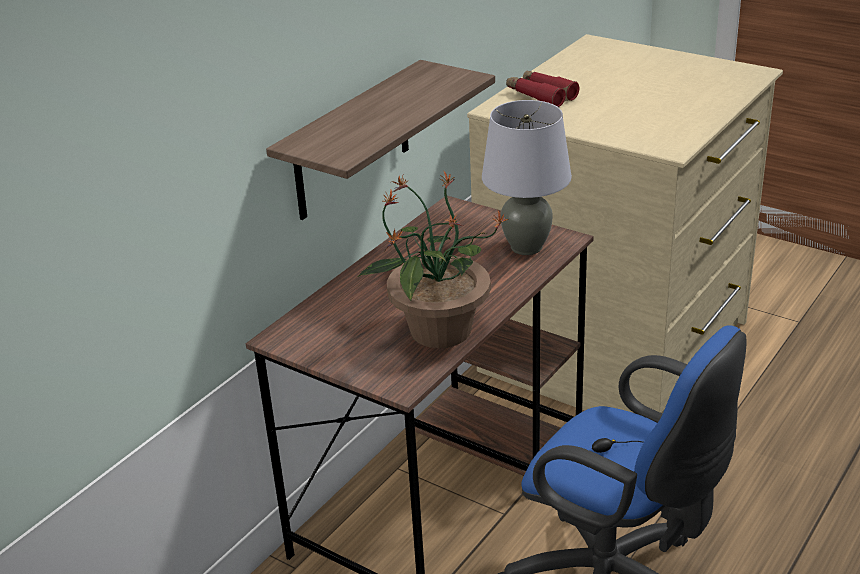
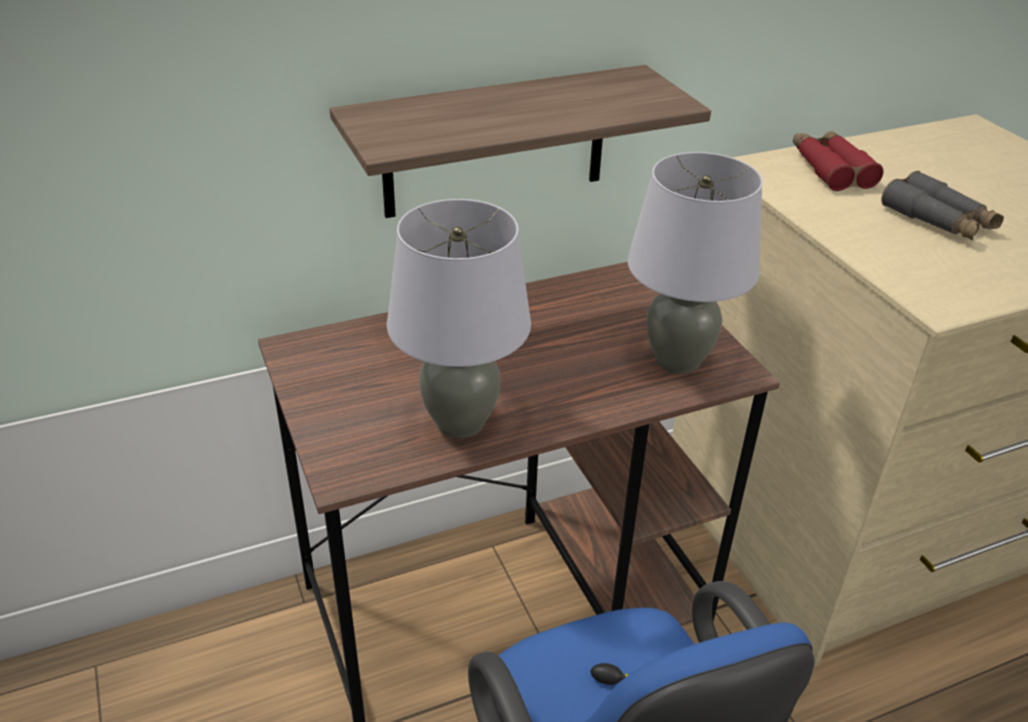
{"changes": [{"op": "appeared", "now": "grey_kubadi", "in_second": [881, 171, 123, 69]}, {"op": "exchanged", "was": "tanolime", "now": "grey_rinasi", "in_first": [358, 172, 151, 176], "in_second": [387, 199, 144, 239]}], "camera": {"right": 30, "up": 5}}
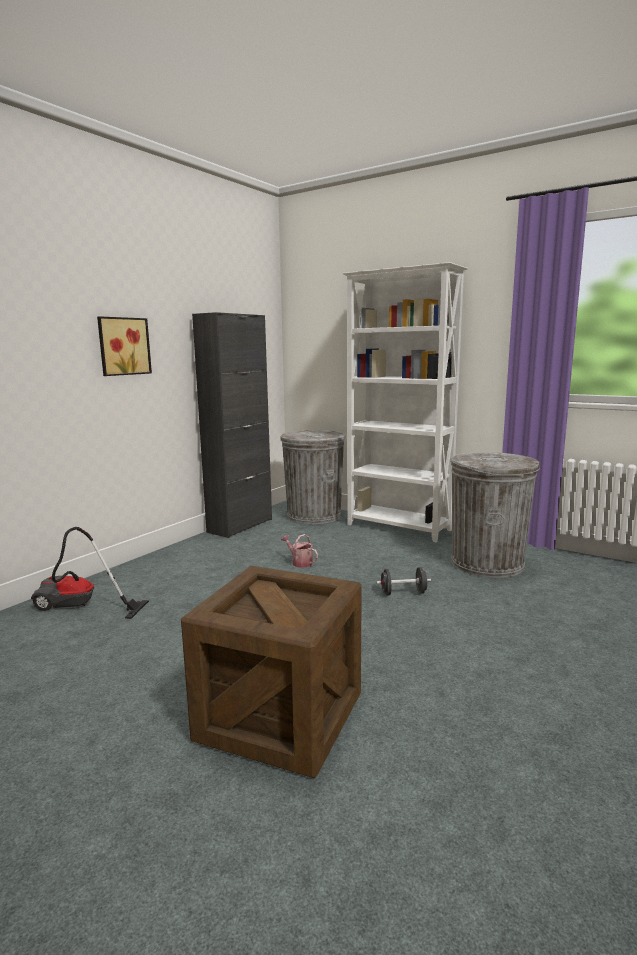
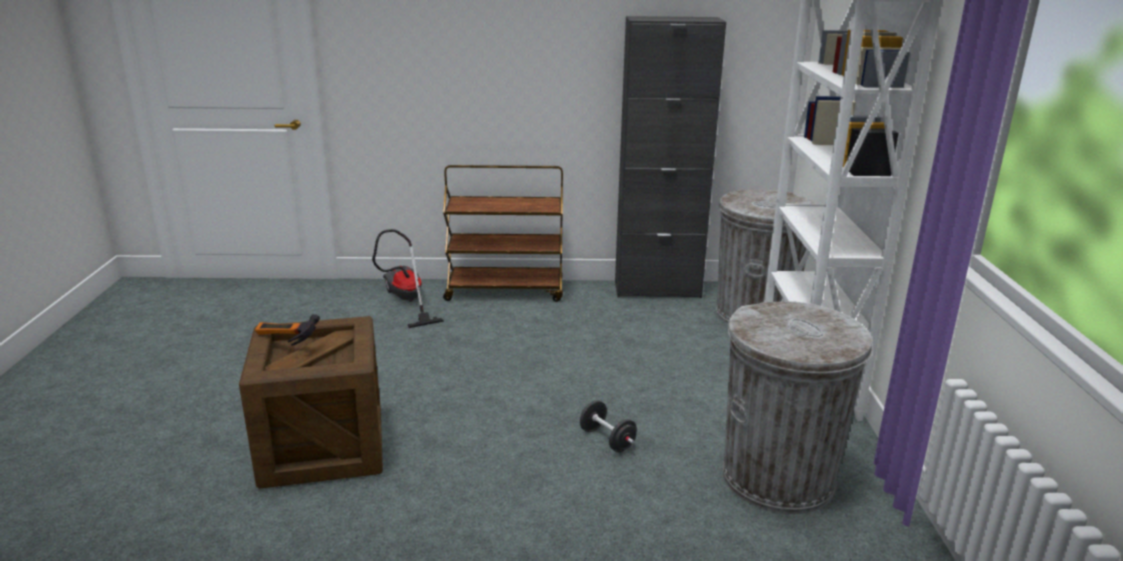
{"changes": [{"op": "missing", "was": "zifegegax", "in_first": [97, 316, 55, 60]}, {"op": "missing", "was": "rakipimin", "in_first": [281, 534, 37, 34]}, {"op": "appeared", "now": "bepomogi", "in_second": [255, 314, 65, 32]}, {"op": "appeared", "now": "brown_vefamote", "in_second": [443, 165, 120, 137]}], "camera": {"right": 55, "up": 10}}
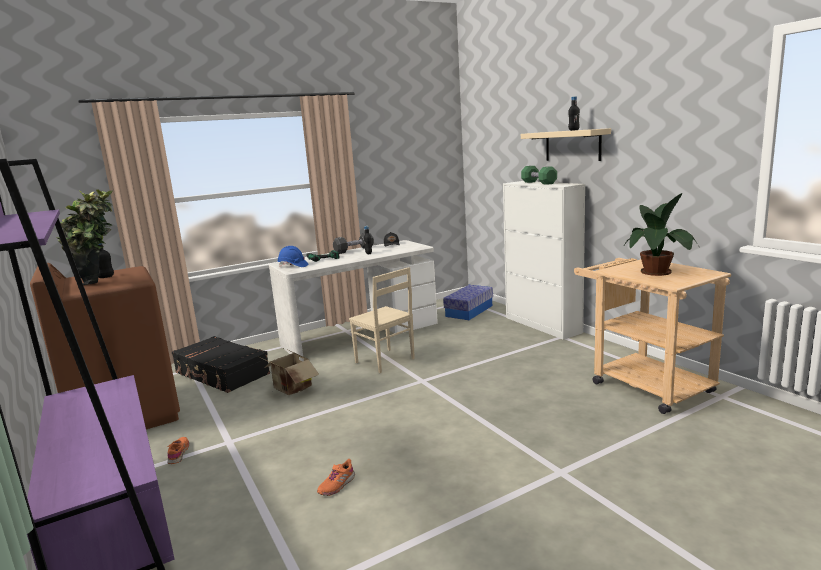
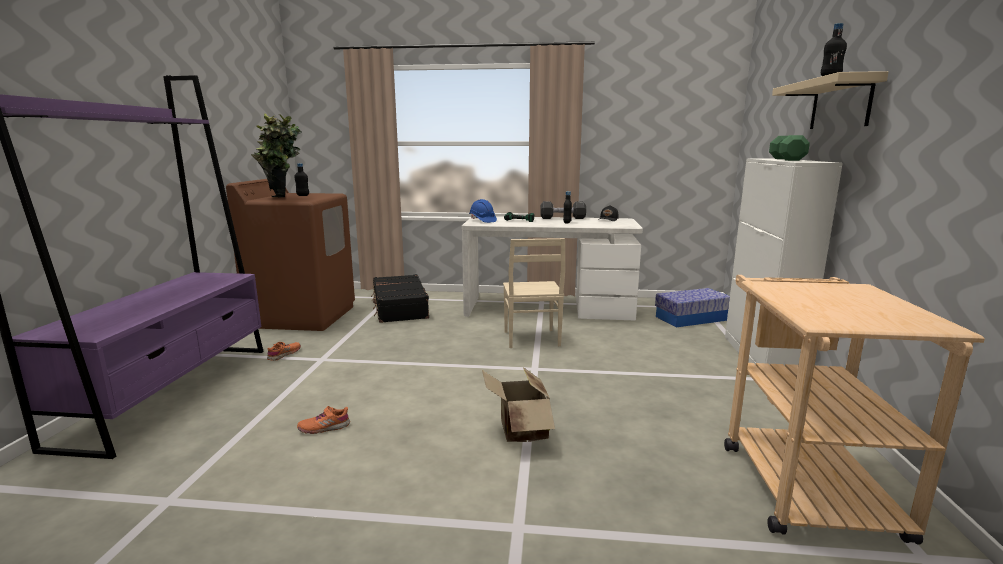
{"changes": [{"op": "missing", "was": "tanolime", "in_first": [624, 193, 76, 83]}, {"op": "relocated", "was": "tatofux", "in_first": [257, 348, 62, 47], "in_second": [482, 367, 73, 75]}], "camera": {"right": 35, "up": 0}}
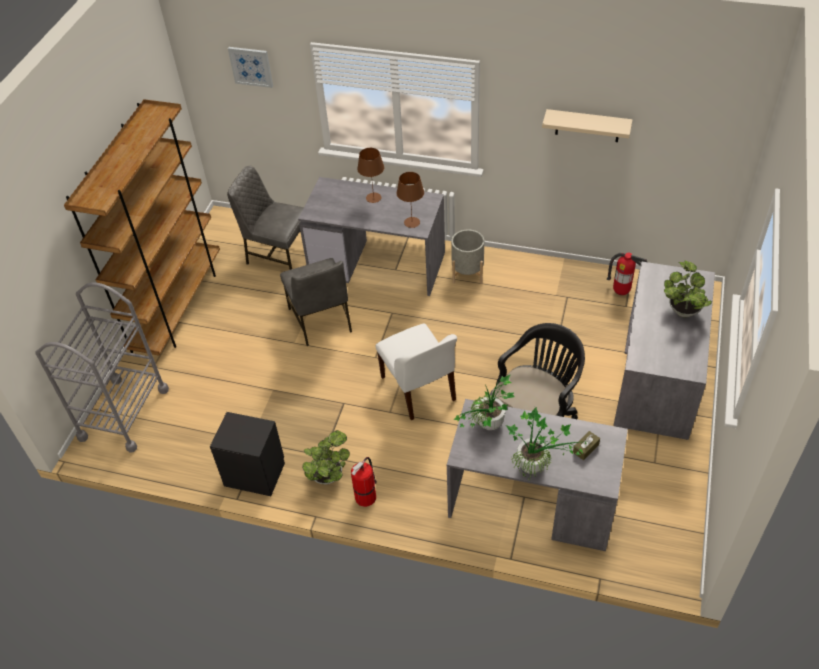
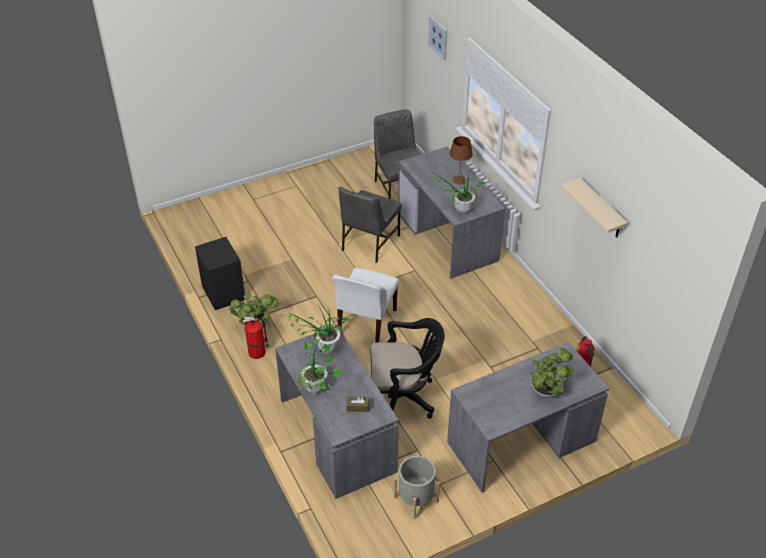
{"changes": [{"op": "missing", "was": "grey_vefamote", "in_first": [36, 282, 133, 170]}, {"op": "missing", "was": "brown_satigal", "in_first": [64, 99, 156, 257]}, {"op": "relocated", "was": "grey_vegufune", "in_first": [451, 229, 33, 55], "in_second": [394, 456, 46, 63]}, {"op": "exchanged", "was": "brown_rinasi", "now": "tanolime", "in_first": [396, 172, 28, 56], "in_second": [431, 169, 55, 44]}], "camera": {"right": 45, "up": -5}}
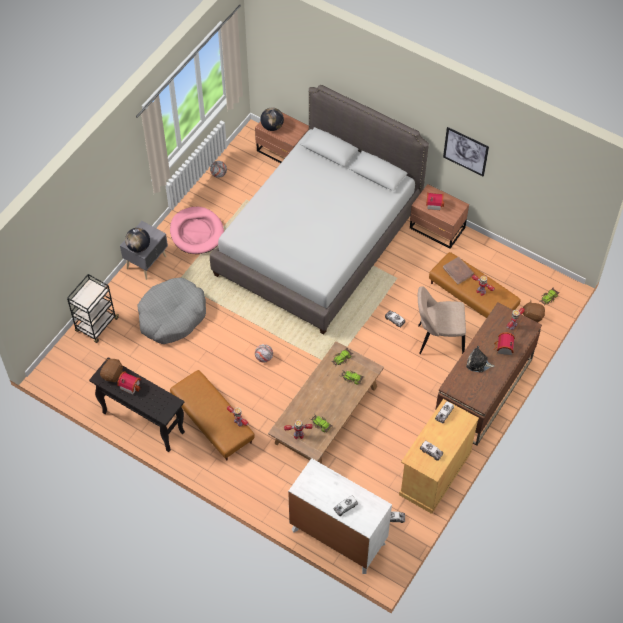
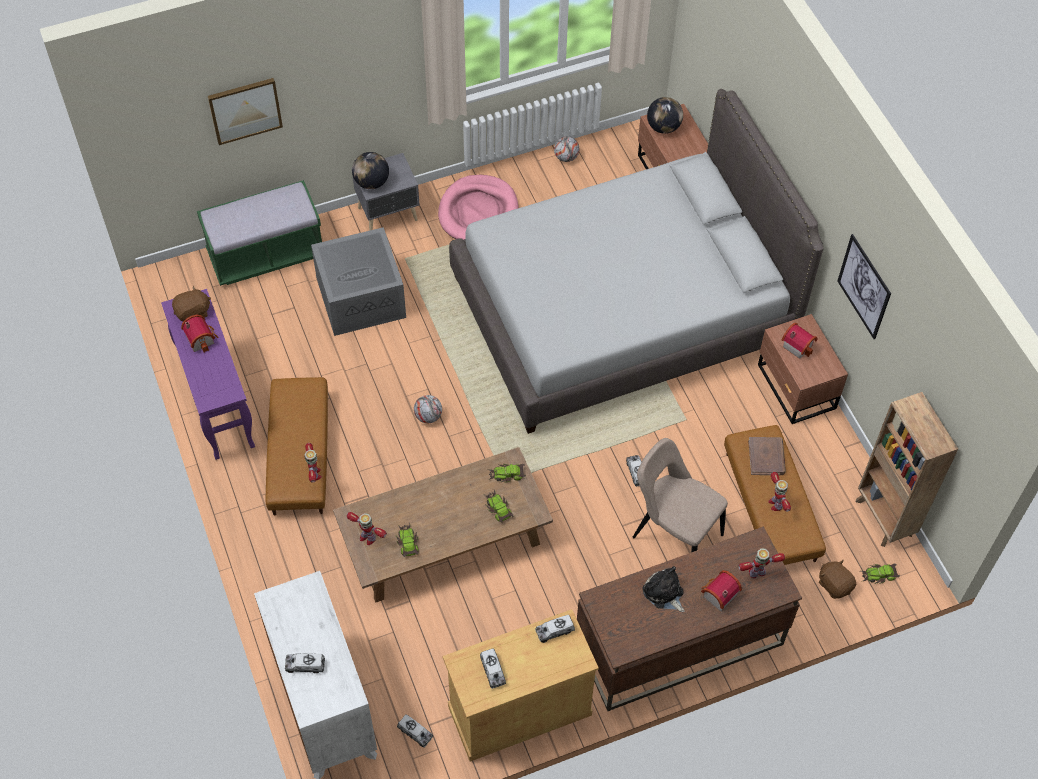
{"changes": [{"op": "appeared", "now": "zifegegax", "in_second": [208, 78, 75, 67]}, {"op": "appeared", "now": "brown_satigal", "in_second": [856, 392, 102, 155]}, {"op": "exchanged", "was": "black_vefamote", "now": "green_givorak", "in_first": [67, 274, 52, 69], "in_second": [197, 180, 125, 106]}, {"op": "exchanged", "was": "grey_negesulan", "now": "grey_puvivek", "in_first": [138, 277, 68, 67], "in_second": [311, 227, 95, 109]}, {"op": "colour", "was": "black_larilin", "now": "purple_larilin", "in_first": [89, 357, 96, 95], "in_second": [161, 289, 94, 171]}], "camera": {"right": 35, "up": 0}}
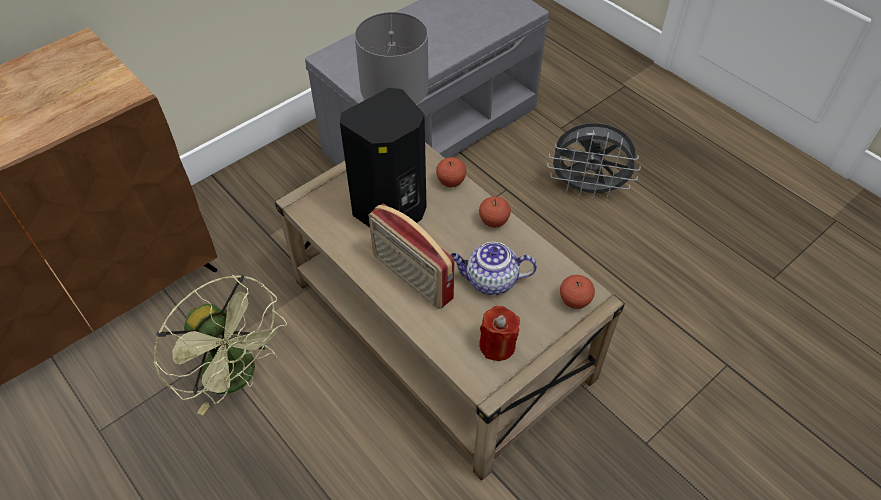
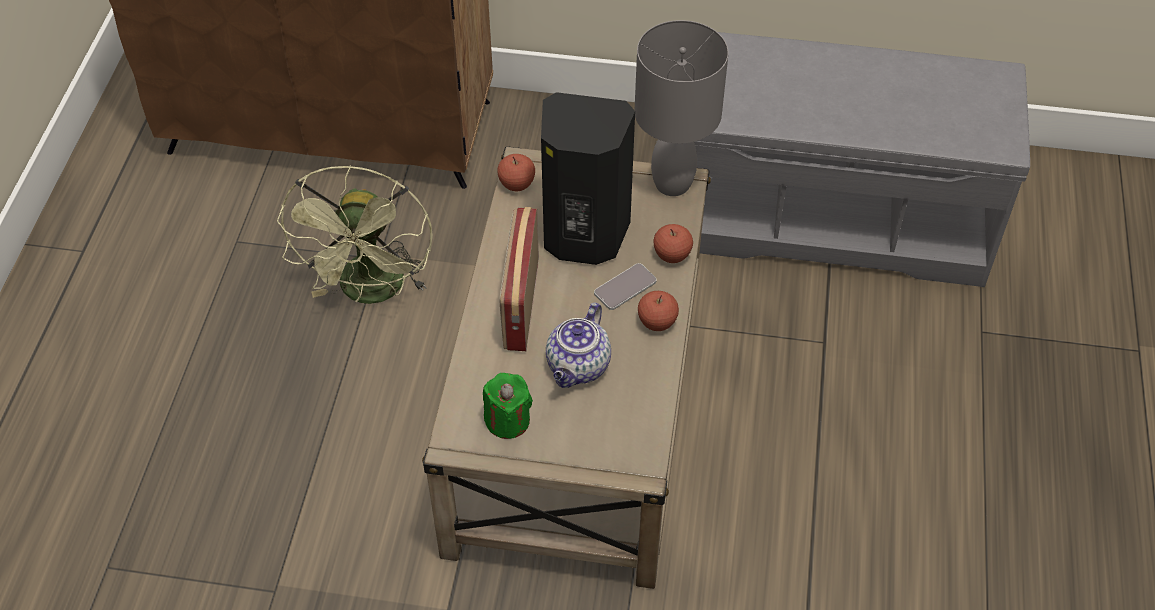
{"changes": [{"op": "missing", "was": "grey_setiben", "in_first": [547, 123, 94, 76]}, {"op": "appeared", "now": "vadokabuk", "in_second": [594, 263, 63, 47]}, {"op": "relocated", "was": "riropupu", "in_first": [560, 275, 35, 34], "in_second": [497, 154, 38, 37]}, {"op": "colour", "was": "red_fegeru", "now": "green_fegeru", "in_first": [479, 306, 41, 55], "in_second": [483, 373, 50, 66]}, {"op": "spun", "was": "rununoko", "in_first": [451, 242, 86, 53], "in_second": [546, 302, 65, 86], "clockwise": -120}], "camera": {"right": 50, "up": 0}}
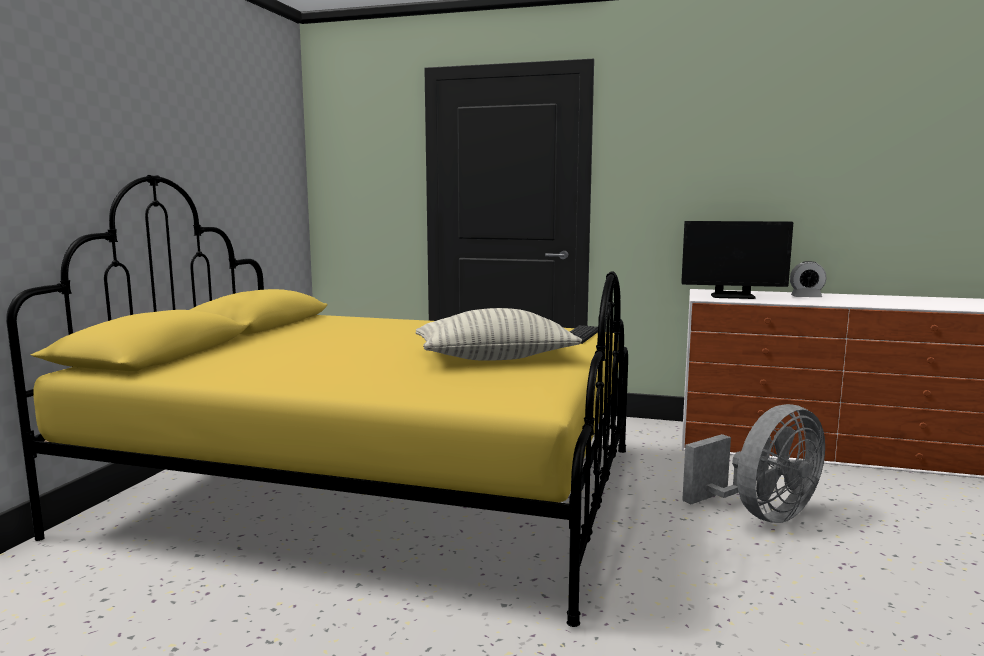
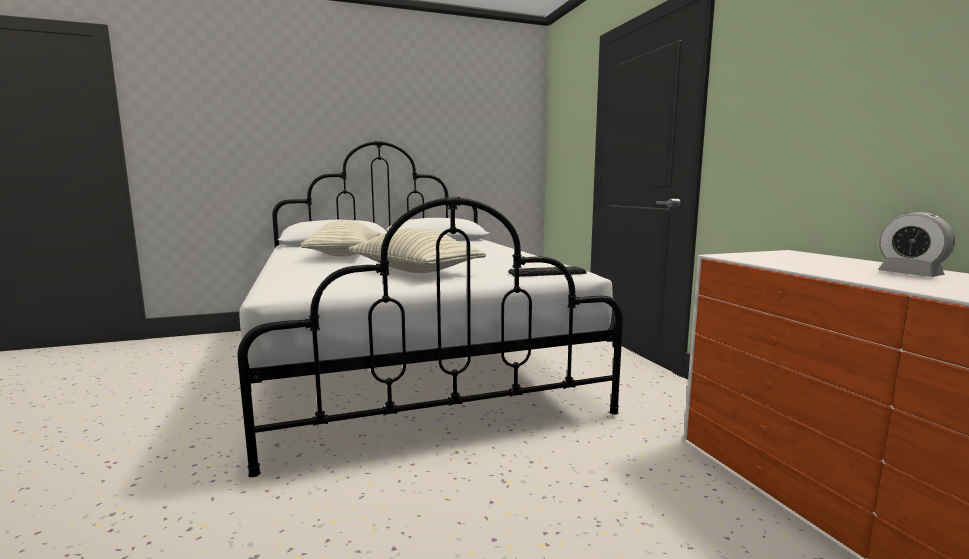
{"changes": [{"op": "missing", "was": "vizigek", "in_first": [681, 221, 112, 78]}, {"op": "missing", "was": "grey_setiben", "in_first": [682, 404, 143, 119]}, {"op": "appeared", "now": "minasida", "in_second": [300, 220, 81, 36]}, {"op": "colour", "was": "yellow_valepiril", "now": "white_valepiril", "in_first": [6, 175, 622, 452], "in_second": [237, 141, 386, 336]}], "camera": {"right": 55, "up": 0}}
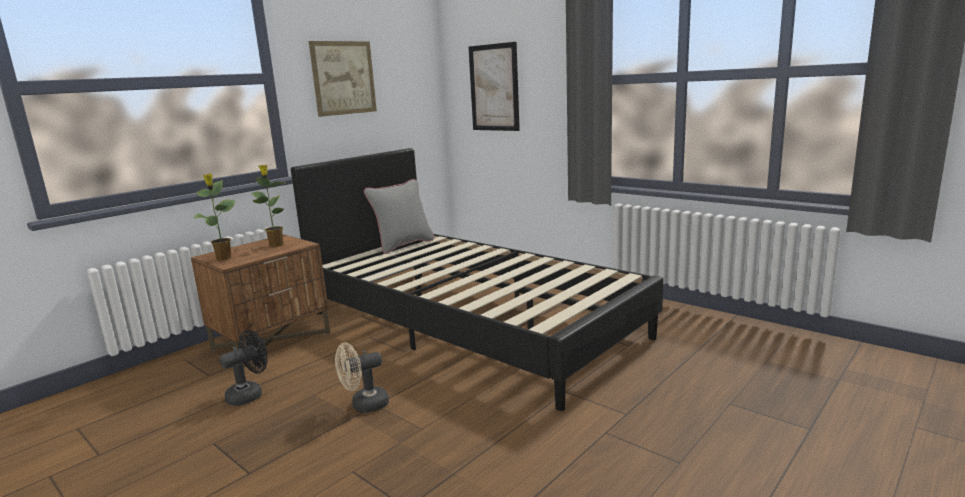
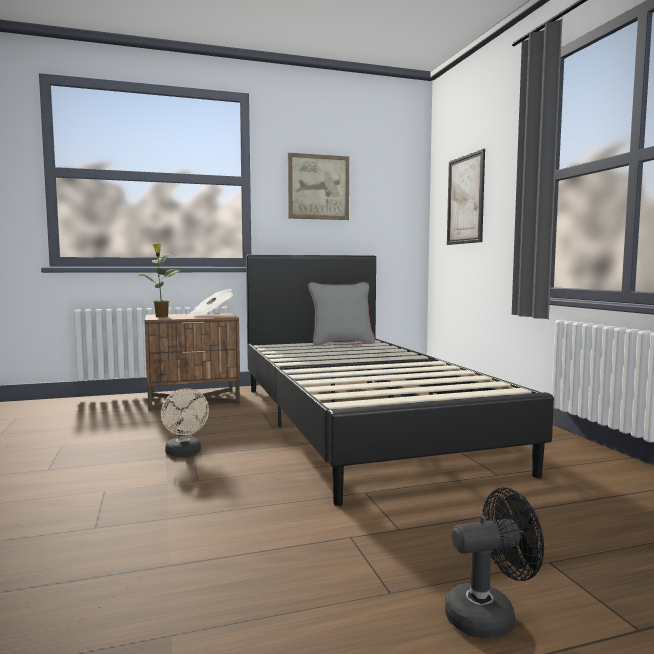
{"changes": [{"op": "relocated", "was": "black_setiben", "in_first": [220, 330, 48, 76], "in_second": [445, 487, 99, 152]}, {"op": "exchanged", "was": "tanolime", "now": "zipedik", "in_first": [252, 165, 34, 82], "in_second": [187, 289, 46, 27]}, {"op": "spun", "was": "beige_setiben", "in_first": [335, 343, 54, 70], "in_second": [161, 388, 48, 68], "clockwise": -120}], "camera": {"right": 30, "up": -10}}
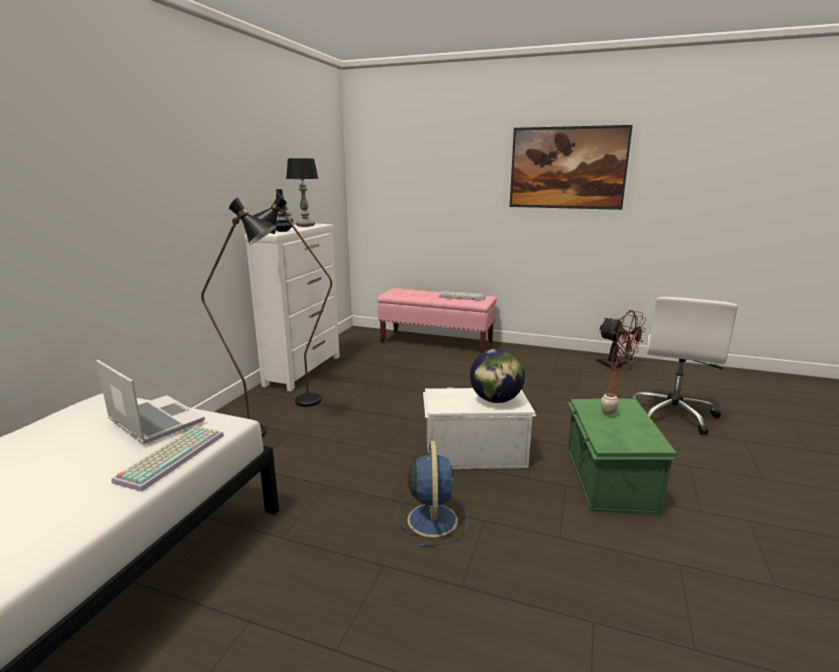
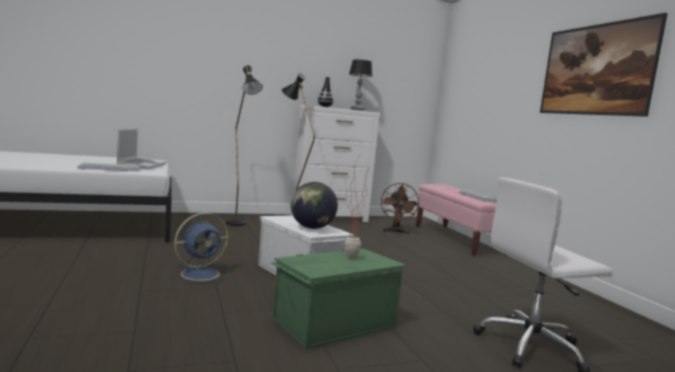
{"changes": [{"op": "relocated", "was": "brown_setiben", "in_first": [595, 310, 51, 62], "in_second": [381, 183, 38, 51]}], "camera": {"right": 50, "up": -10}}
